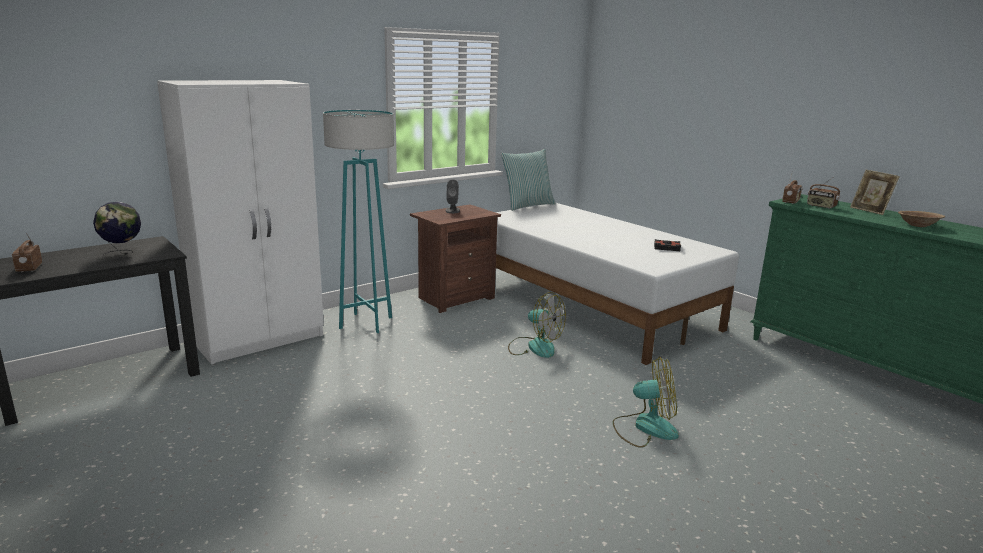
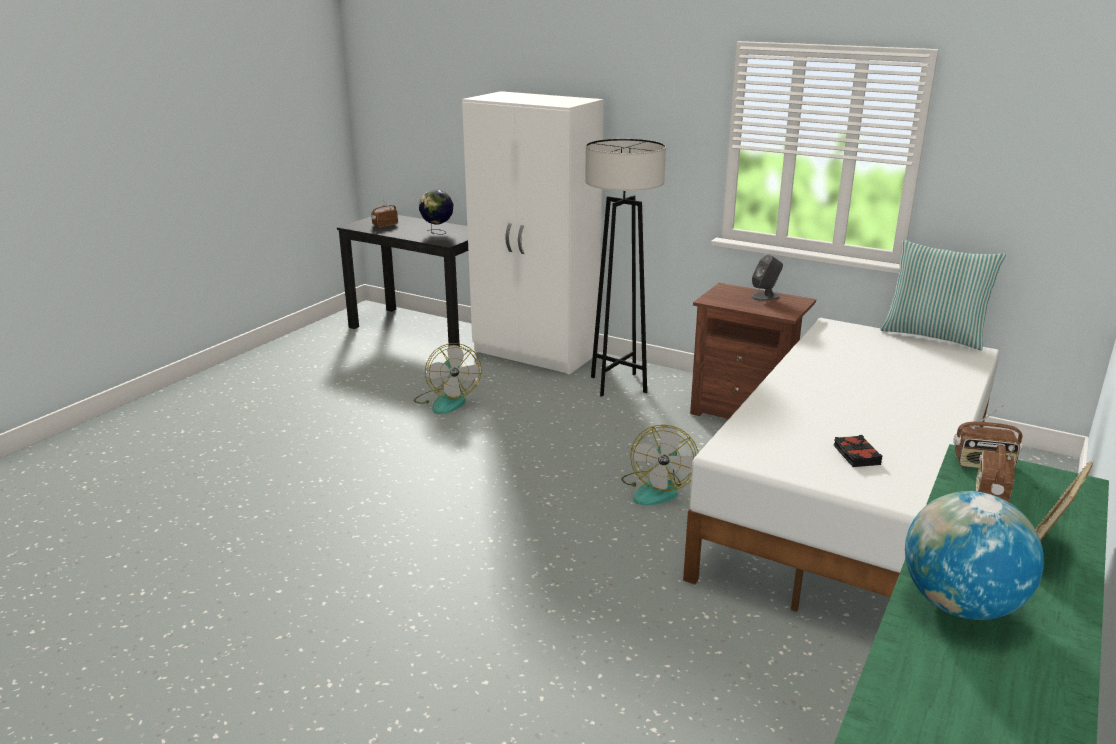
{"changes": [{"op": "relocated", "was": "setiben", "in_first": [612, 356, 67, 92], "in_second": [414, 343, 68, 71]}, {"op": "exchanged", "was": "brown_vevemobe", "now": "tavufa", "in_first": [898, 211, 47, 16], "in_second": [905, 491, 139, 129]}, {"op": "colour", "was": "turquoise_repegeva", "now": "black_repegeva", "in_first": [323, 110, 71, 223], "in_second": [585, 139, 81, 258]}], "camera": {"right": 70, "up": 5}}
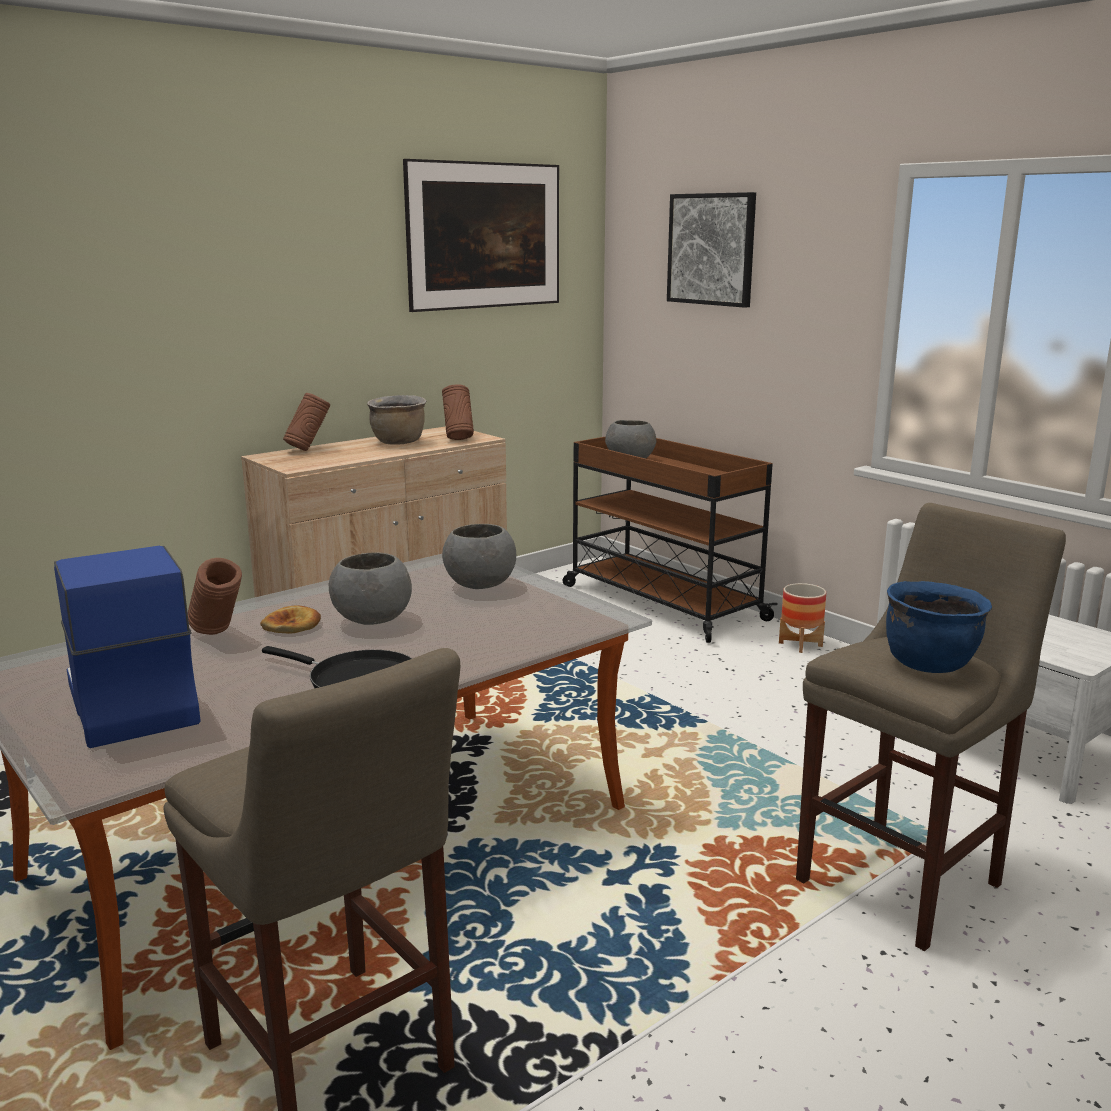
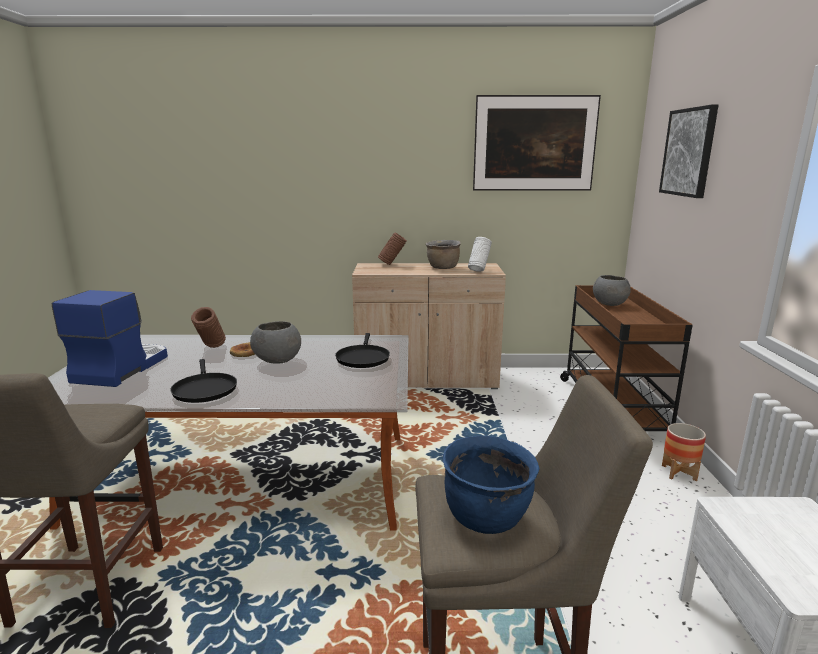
{"changes": [{"op": "exchanged", "was": "grey_vevemobe", "now": "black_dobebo", "in_first": [442, 524, 74, 65], "in_second": [335, 333, 55, 35]}, {"op": "colour", "was": "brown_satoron", "now": "white_satoron", "in_first": [442, 384, 32, 56], "in_second": [468, 237, 24, 35]}], "camera": {"right": 40, "up": 0}}
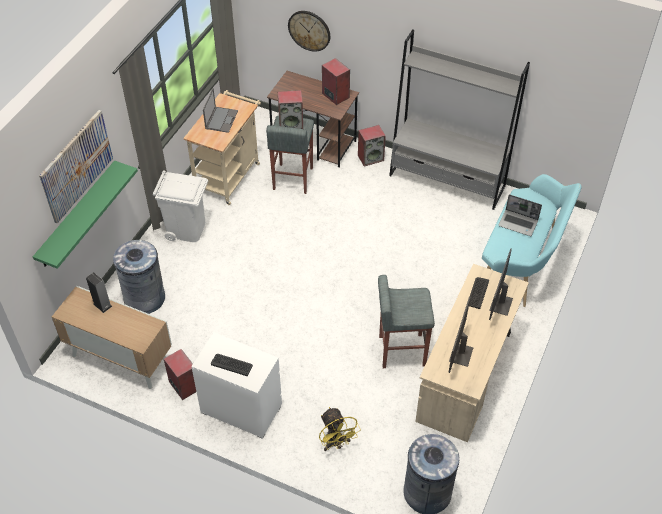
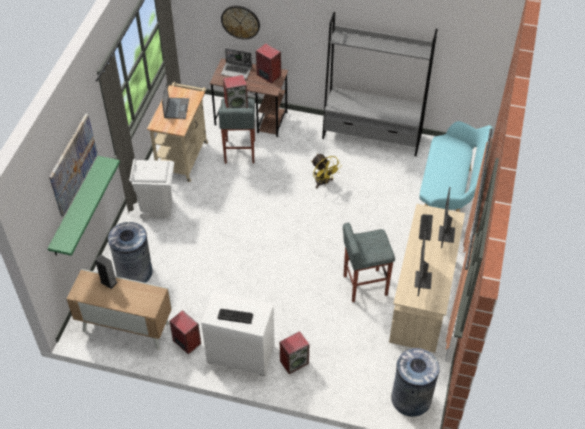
{"changes": [{"op": "relocated", "was": "yellow_setiben", "in_first": [319, 407, 42, 44], "in_second": [312, 154, 30, 35]}, {"op": "relocated", "was": "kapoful", "in_first": [358, 125, 28, 41], "in_second": [280, 331, 29, 43]}, {"op": "relocated", "was": "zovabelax", "in_first": [498, 194, 44, 42], "in_second": [221, 49, 31, 30]}], "camera": {"right": -10, "up": 0}}
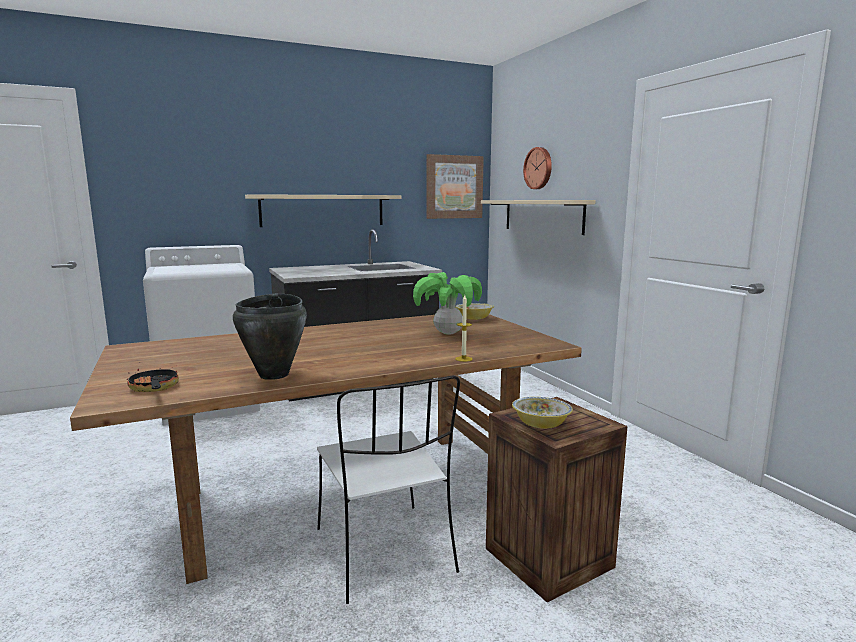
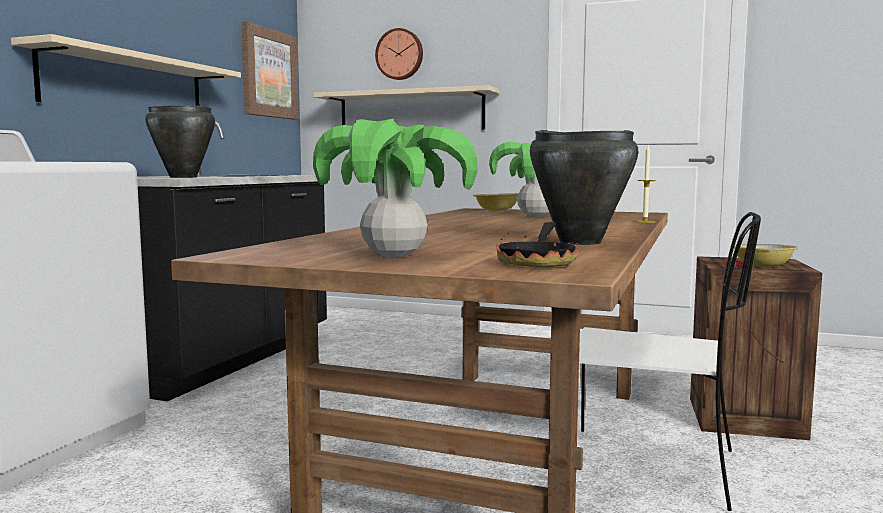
{"changes": [{"op": "appeared", "now": "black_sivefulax", "in_second": [145, 105, 70, 73]}, {"op": "appeared", "now": "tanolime", "in_second": [313, 119, 165, 138]}, {"op": "spun", "was": "dobebo", "in_first": [127, 367, 52, 25], "in_second": [496, 222, 82, 45], "clockwise": -90}], "camera": {"right": -45, "up": -5}}
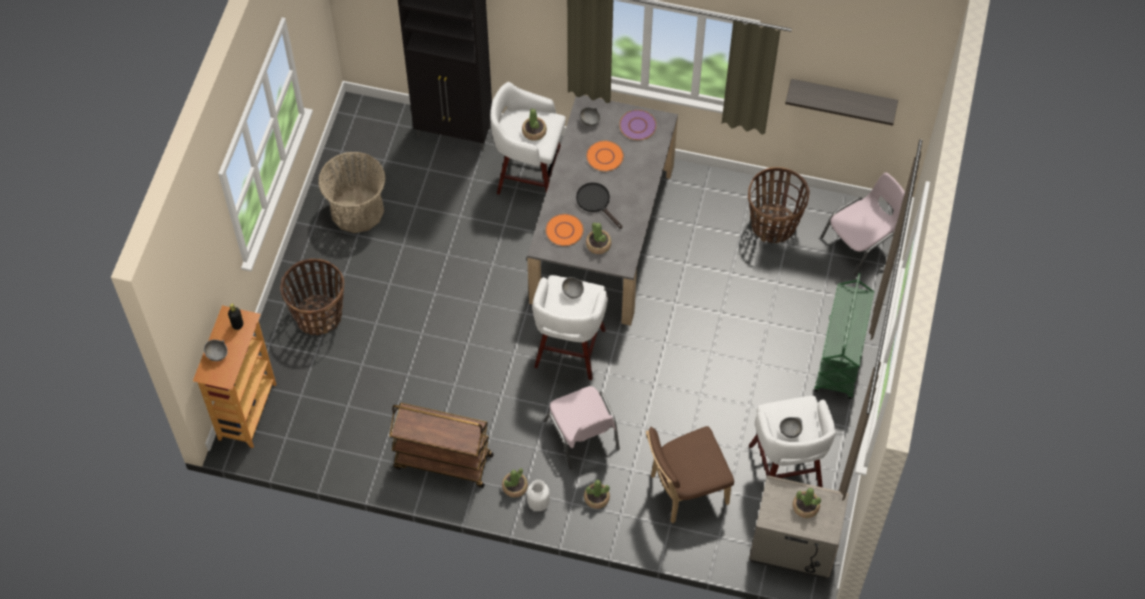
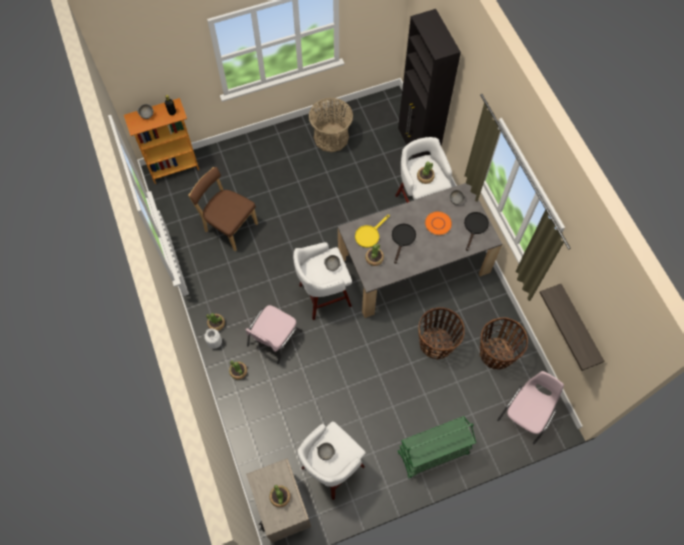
{"changes": [{"op": "missing", "was": "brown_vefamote", "in_first": [389, 403, 105, 85]}, {"op": "relocated", "was": "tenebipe", "in_first": [280, 259, 64, 76], "in_second": [418, 307, 47, 53]}, {"op": "relocated", "was": "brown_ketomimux", "in_first": [646, 426, 88, 97], "in_second": [188, 167, 70, 84]}, {"op": "exchanged", "was": "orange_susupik", "now": "yellow_dobebo", "in_first": [545, 214, 39, 32], "in_second": [355, 215, 34, 33]}, {"op": "exchanged", "was": "purple_susupik", "now": "black_dobebo", "in_first": [619, 110, 37, 30], "in_second": [464, 212, 25, 39]}, {"op": "spun", "was": "pink_ketomimux", "in_first": [821, 172, 84, 103], "in_second": [497, 371, 67, 73], "clockwise": -75}], "camera": {"right": 55, "up": 5}}
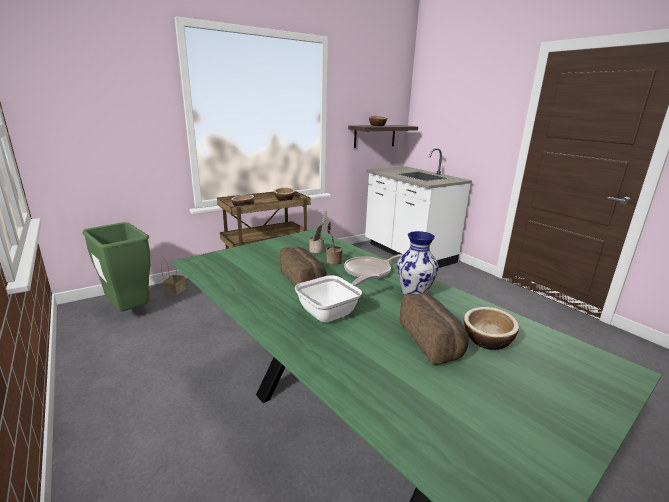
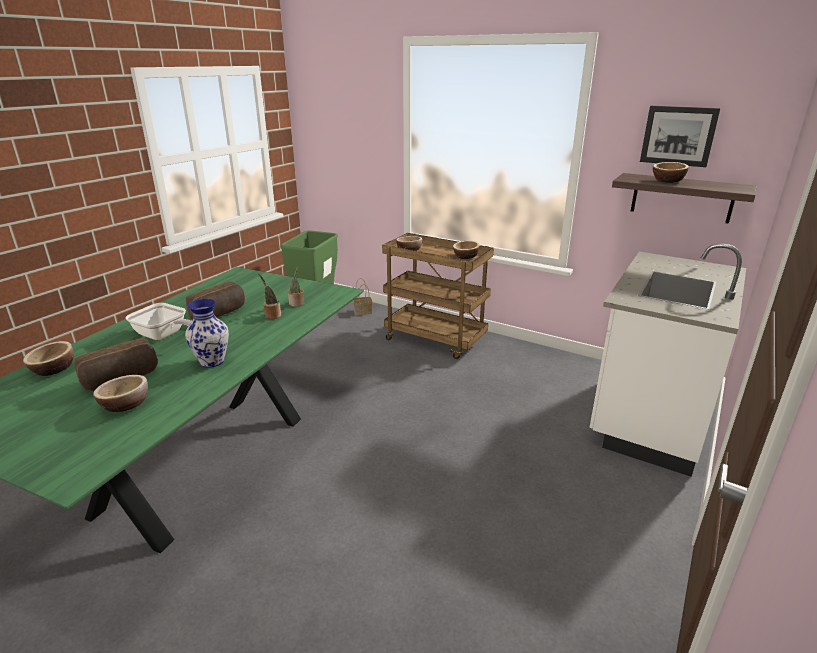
{"changes": [{"op": "missing", "was": "dobebo", "in_first": [344, 254, 58, 24]}, {"op": "appeared", "now": "vevemobe", "in_second": [23, 341, 51, 35]}, {"op": "appeared", "now": "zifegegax", "in_second": [640, 106, 80, 61]}], "camera": {"right": 65, "up": 5}}
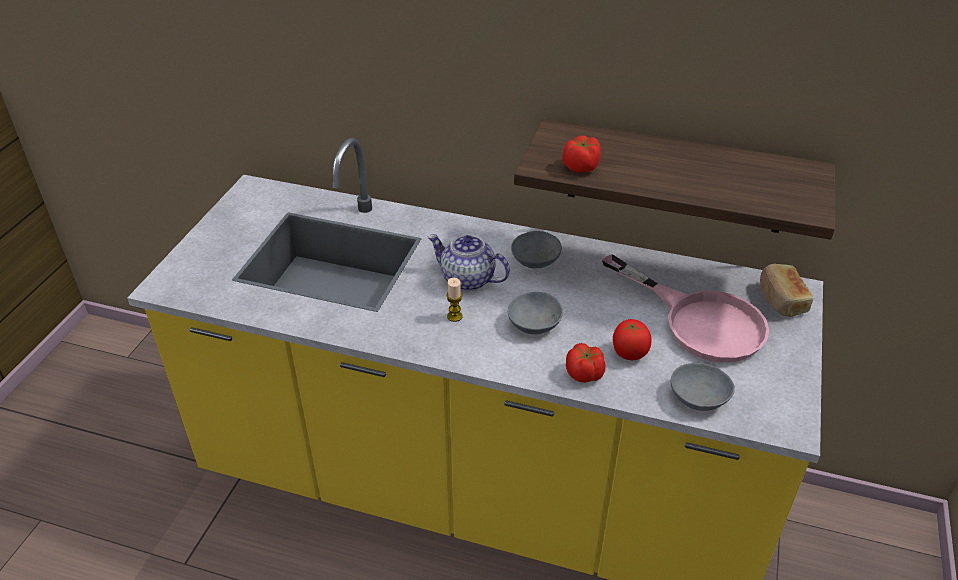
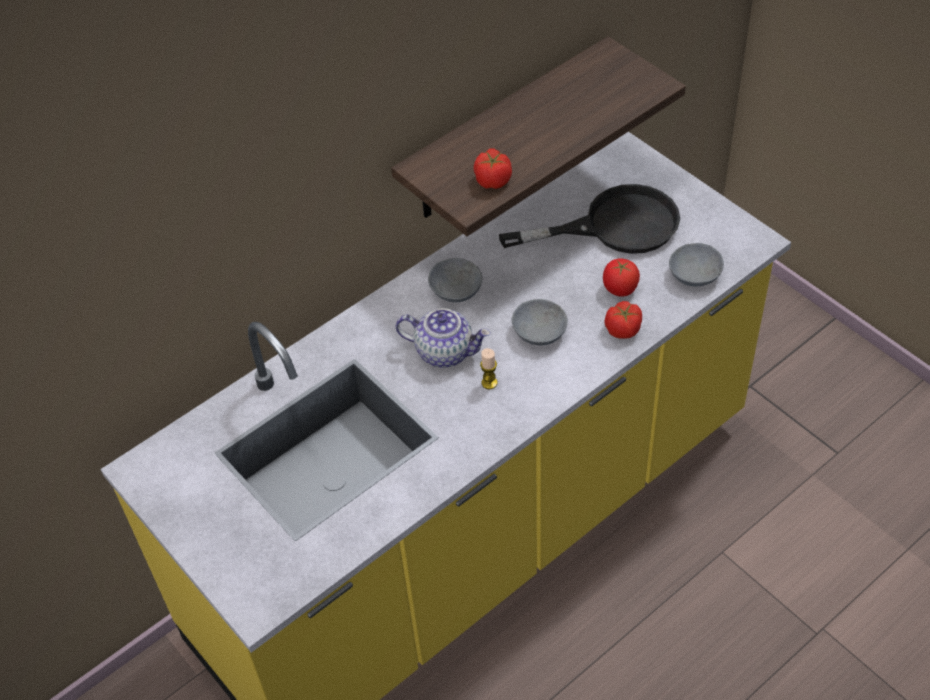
{"changes": [{"op": "missing", "was": "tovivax", "in_first": [760, 264, 53, 53]}, {"op": "colour", "was": "pink_dobebo", "now": "black_dobebo", "in_first": [602, 254, 167, 108], "in_second": [499, 184, 181, 70]}, {"op": "spun", "was": "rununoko", "in_first": [427, 234, 83, 57], "in_second": [396, 308, 95, 60], "clockwise": -135}], "camera": {"right": -55, "up": 10}}
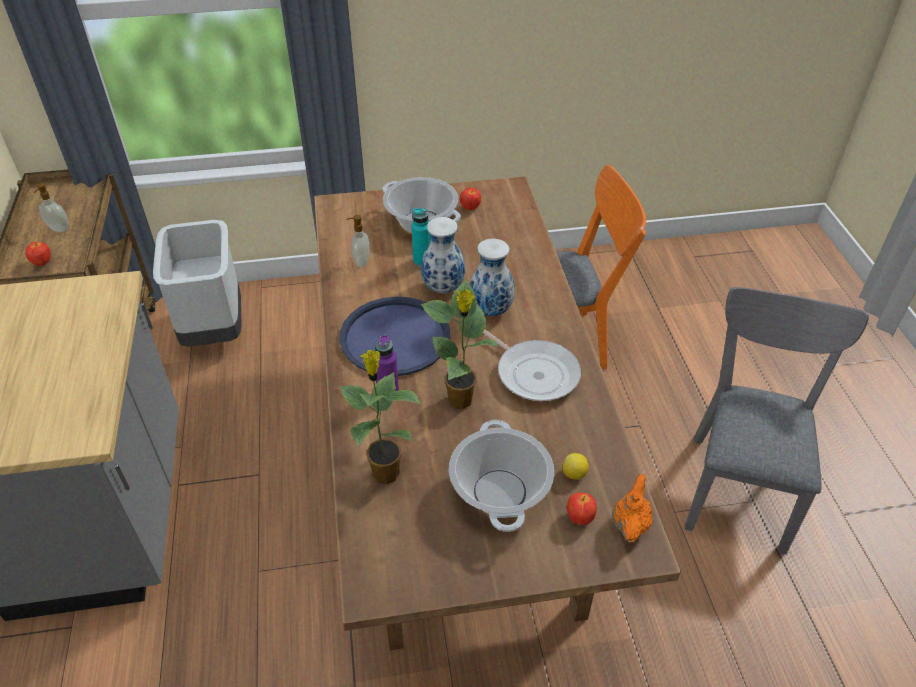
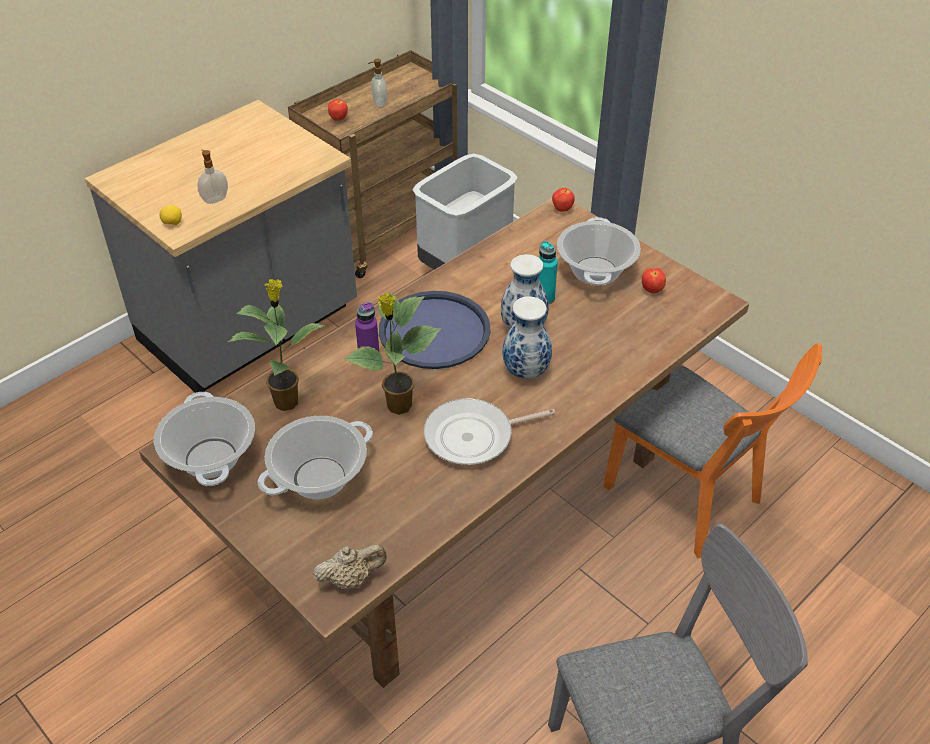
{"changes": [{"op": "appeared", "now": "sivefulax", "in_second": [154, 392, 101, 94]}, {"op": "relocated", "was": "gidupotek", "in_first": [347, 215, 23, 52], "in_second": [197, 149, 31, 55]}, {"op": "relocated", "was": "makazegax", "in_first": [562, 453, 27, 27], "in_second": [159, 205, 23, 20]}, {"op": "relocated", "was": "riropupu", "in_first": [567, 493, 30, 32], "in_second": [552, 188, 22, 24]}, {"op": "colour", "was": "orange_rununoko", "now": "beige_rununoko", "in_first": [612, 474, 40, 69], "in_second": [313, 544, 74, 45]}, {"op": "spun", "was": "dobebo", "in_first": [483, 330, 98, 71], "in_second": [424, 398, 131, 67], "clockwise": 60}], "camera": {"right": 55, "up": 0}}
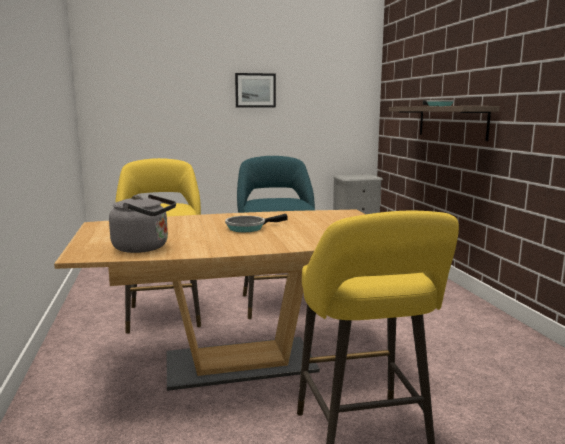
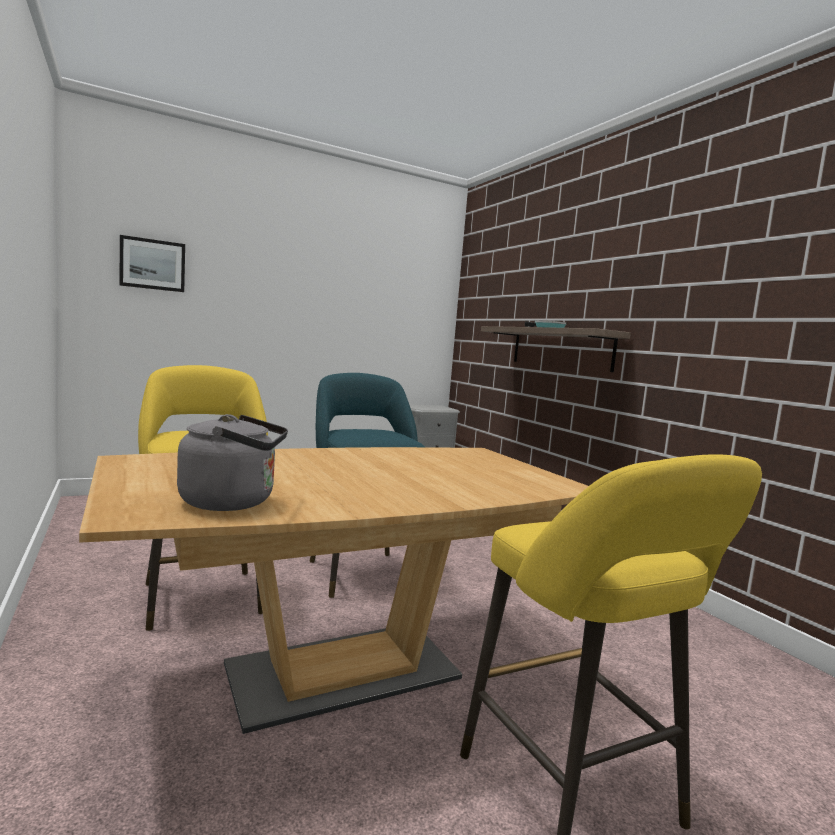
{"changes": [{"op": "missing", "was": "dobebo", "in_first": [225, 214, 63, 18]}, {"op": "relocated", "was": "zifegegax", "in_first": [235, 73, 41, 35], "in_second": [119, 235, 66, 57]}], "camera": {"right": -15, "up": -5}}
